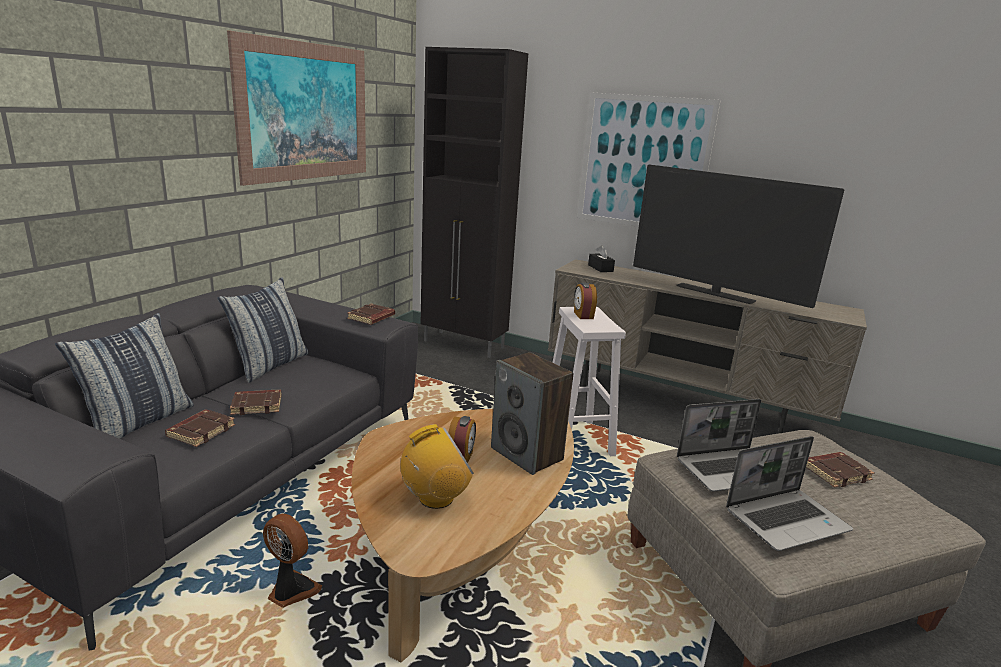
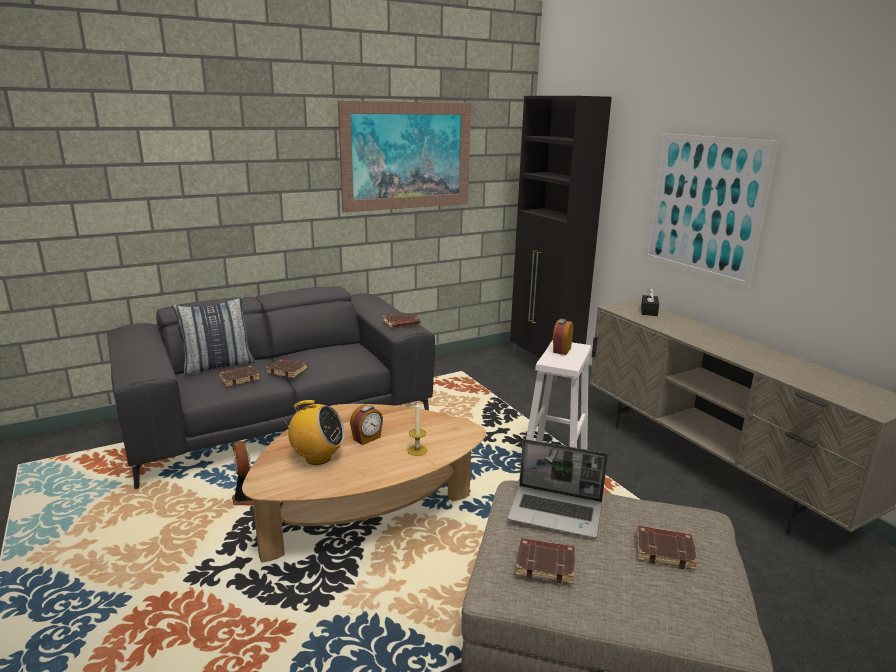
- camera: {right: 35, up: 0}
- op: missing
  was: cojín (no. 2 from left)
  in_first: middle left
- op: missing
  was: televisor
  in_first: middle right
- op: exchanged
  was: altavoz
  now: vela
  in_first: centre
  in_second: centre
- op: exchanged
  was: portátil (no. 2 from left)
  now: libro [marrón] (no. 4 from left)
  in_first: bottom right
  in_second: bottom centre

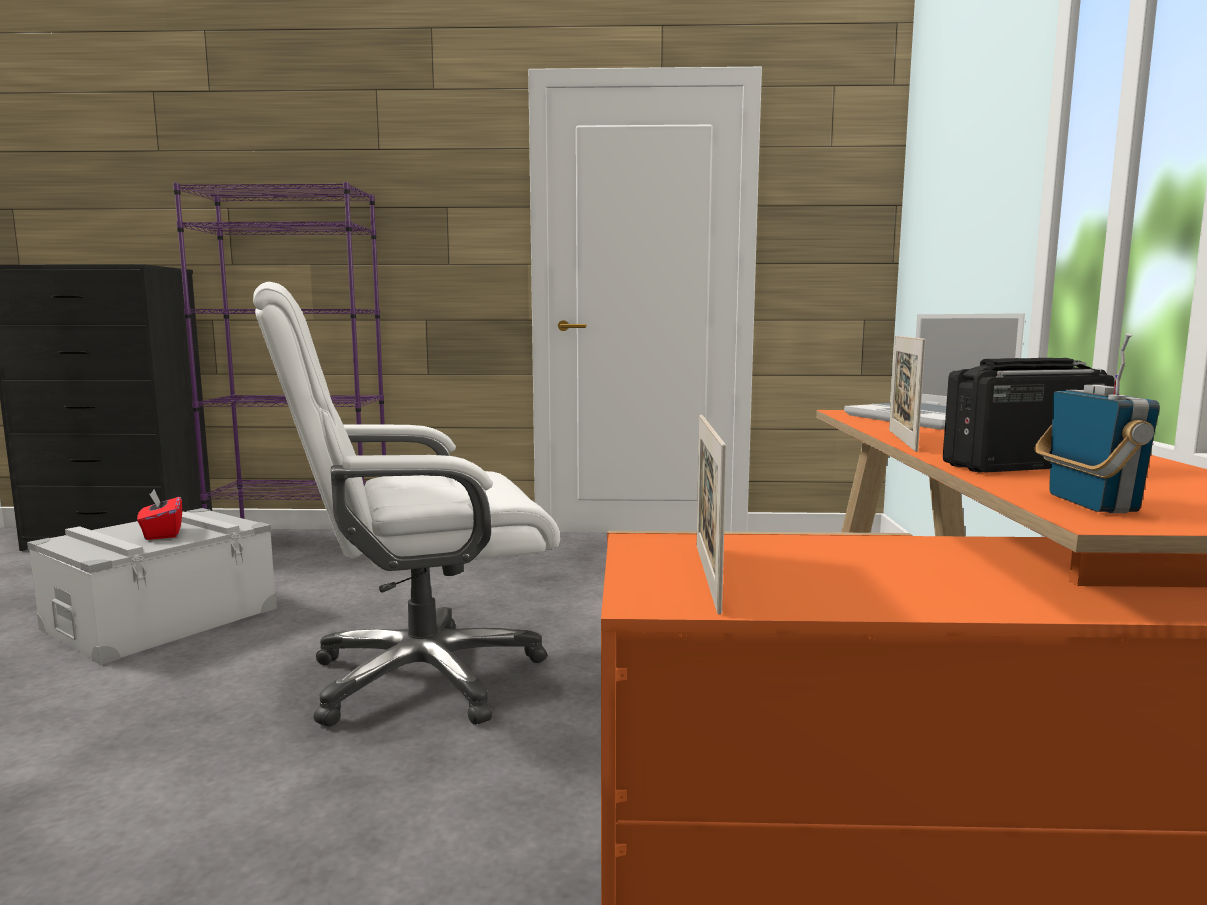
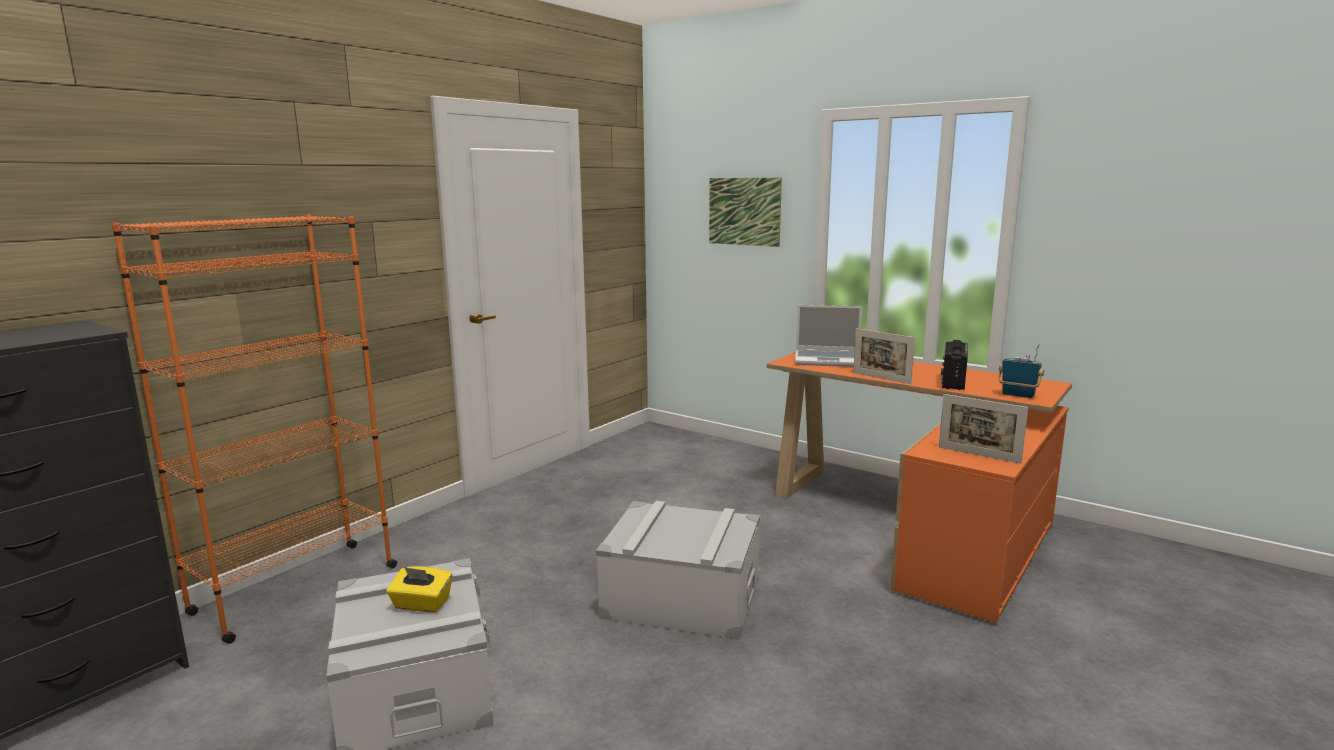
- camera: {right: -55, up: 5}
- op: appeared
  now: cuadro
  in_second: top centre
- op: exchanged
  was: silla de oficina [blanco]
  now: caja de almacenaje [gris] (no. 2 from left)
  in_first: centre
  in_second: bottom centre
- op: colour
  was: caja de pañuelos [rojo]
  now: caja de pañuelos [amarillo]
  in_first: middle left
  in_second: bottom left
- op: colour
  was: estantería [morado]
  now: estantería [naranja]
  in_first: middle left
  in_second: middle left

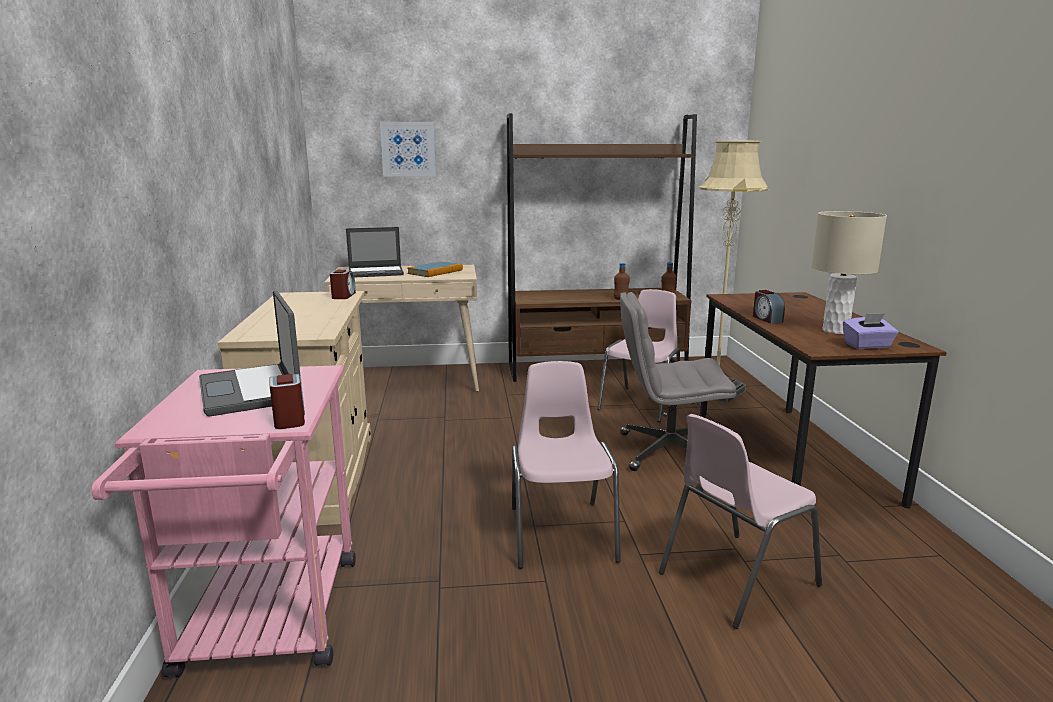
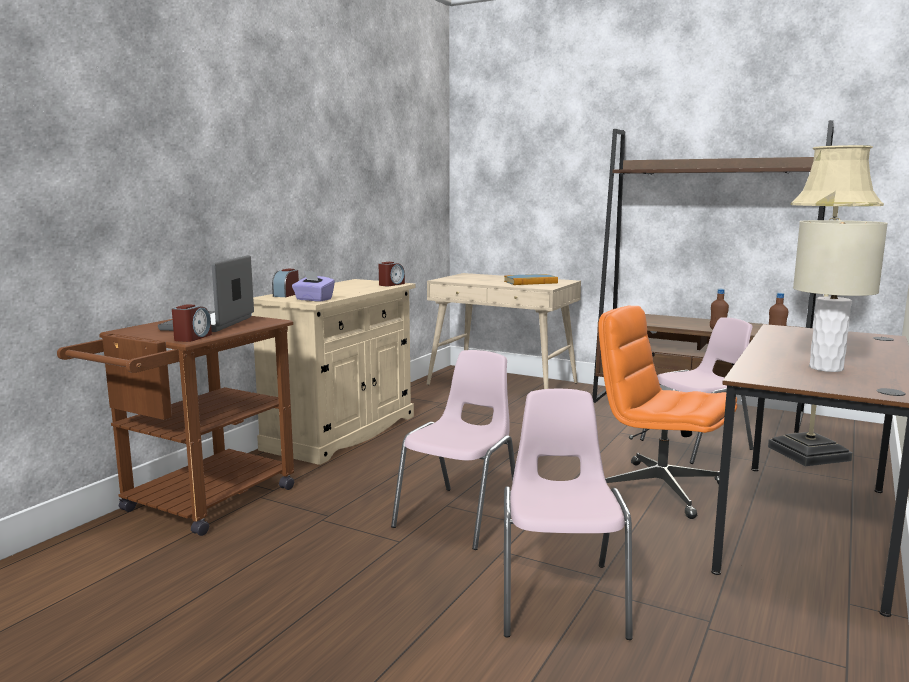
- camera: {right: 35, up: -5}
- op: missing
  was: portátil (no. 2 from left)
  in_first: centre
- op: missing
  was: cuadro
  in_first: top centre
- op: relocated
  was: despertador (no. 3 from left in the first image)
  now: despertador (no. 2 from left)
  in_first: middle right
  in_second: middle left
- op: relocated
  was: caja de pañuelos [morado]
  in_first: middle right
  in_second: centre
- op: colour
  was: carrito [rosa]
  now: carrito [marrón]
  in_first: bottom left
  in_second: middle left
- op: colour
  was: silla de oficina [gris]
  now: silla de oficina [naranja]
  in_first: centre
  in_second: middle right
- op: spun
  was: silla [rosa] (no. 3 from left in the first image)
  in_first: bottom right
  in_second: bottom centre
  clockwise: 90

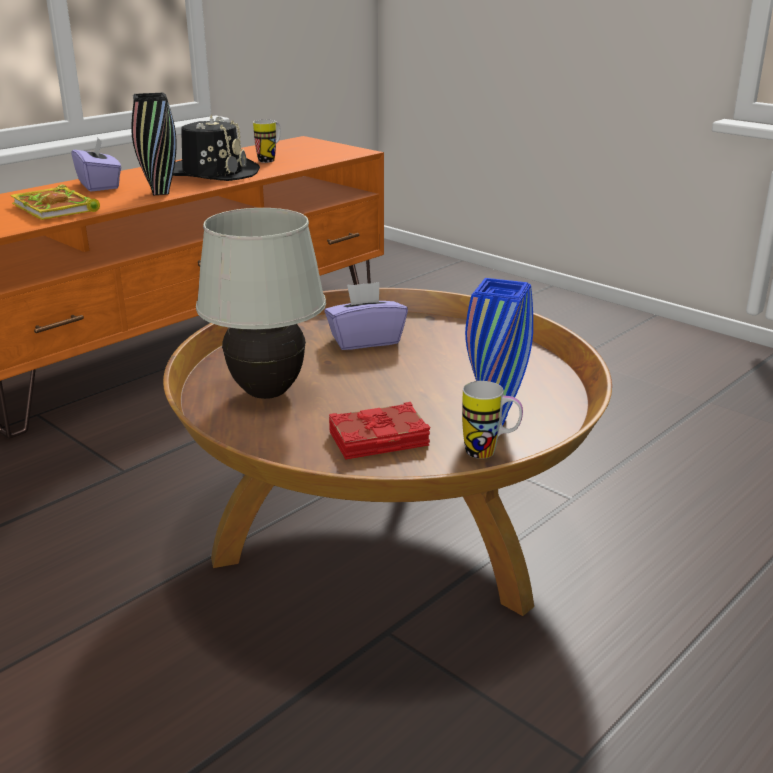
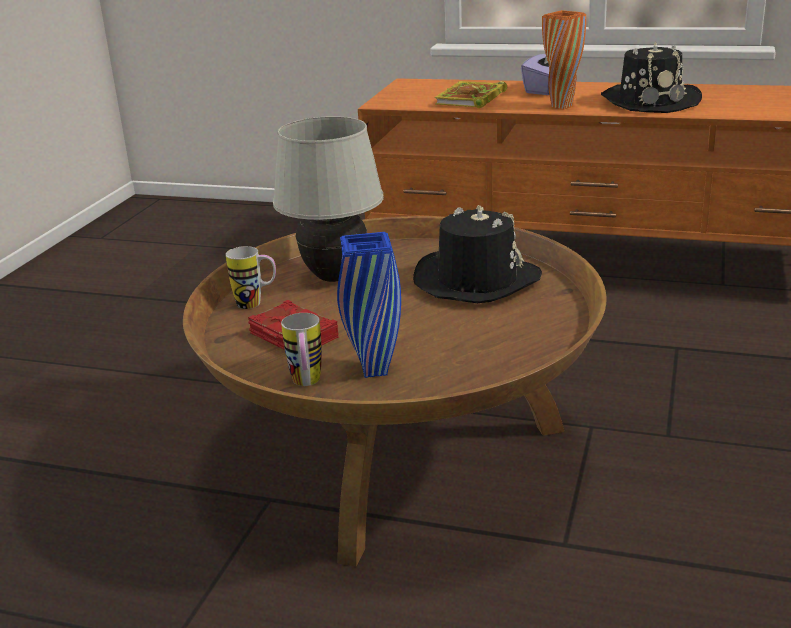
- camera: {right: 65, up: 0}
- op: relocated
  was: taza grande (no. 1 from left)
  in_first: top centre
  in_second: middle left
- op: exchanged
  was: caja de pañuelos [morado] (no. 2 from left)
  now: sombrero [negro] (no. 1 from left)
  in_first: centre
  in_second: centre
- op: colour
  was: florero [negro]
  now: florero [naranja]
  in_first: top left
  in_second: top right

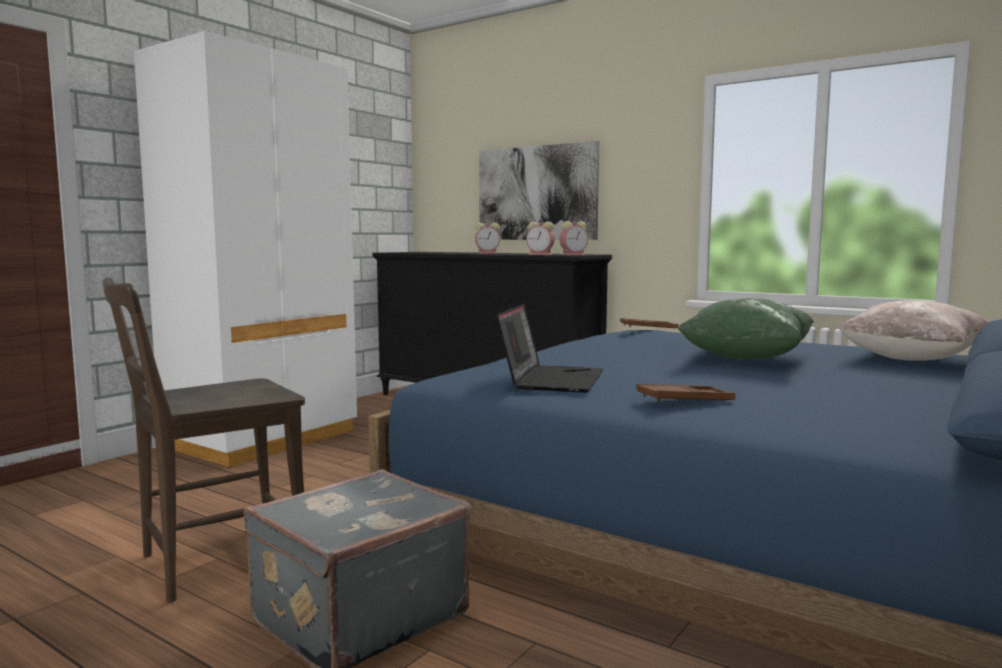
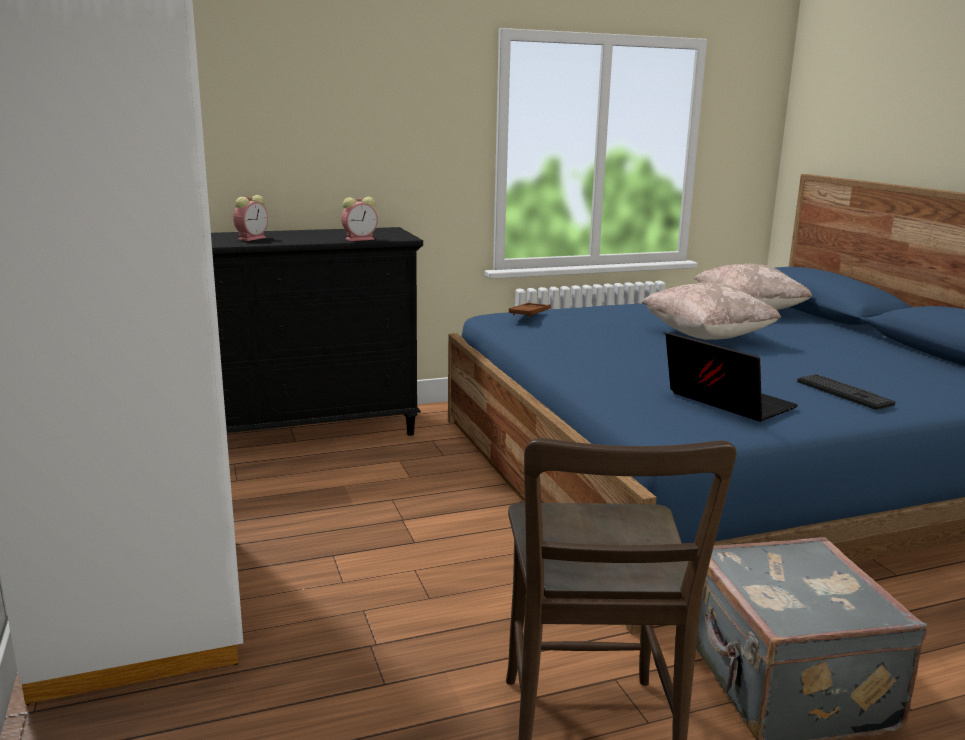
- camera: {right: -55, up: 10}
- op: missing
  was: cuadro
  in_first: top centre
- op: missing
  was: despertador (no. 3 from left)
  in_first: centre
- op: exchanged
  was: bandeja [marrón] (no. 2 from left)
  now: teclado
  in_first: middle right
  in_second: middle right
- op: colour
  was: cojín [verde]
  now: cojín [beis] (no. 1 from left)
  in_first: middle right
  in_second: middle right

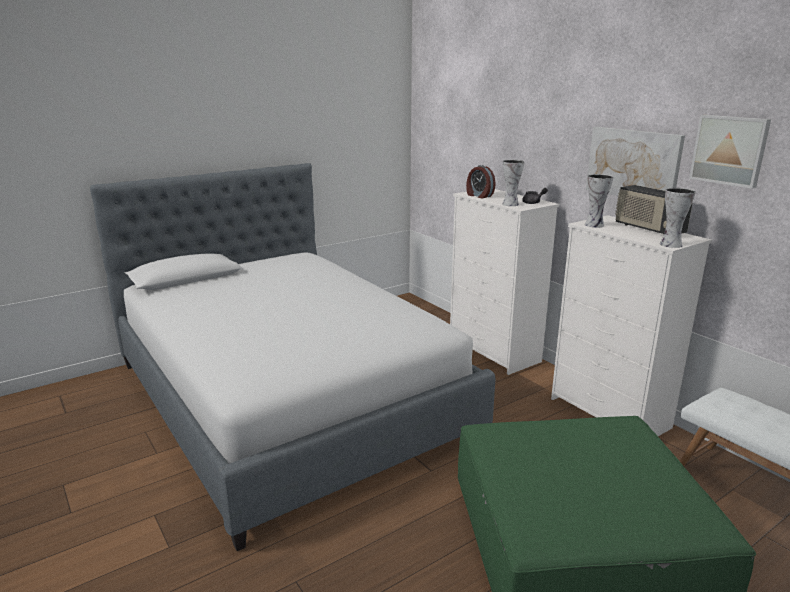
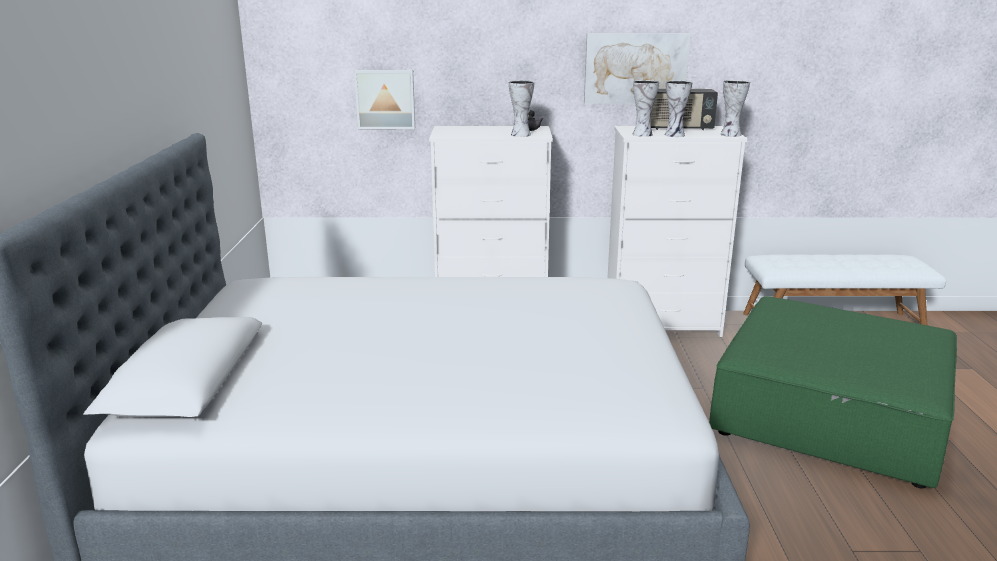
- camera: {right: -55, up: 0}
- op: missing
  was: despertador
  in_first: top centre
- op: appeared
  now: florero (no. 3 from left)
  in_second: top right
- op: relocated
  was: cuadro (no. 2 from left in the first image)
  now: cuadro (no. 1 from left)
  in_first: top right
  in_second: top centre

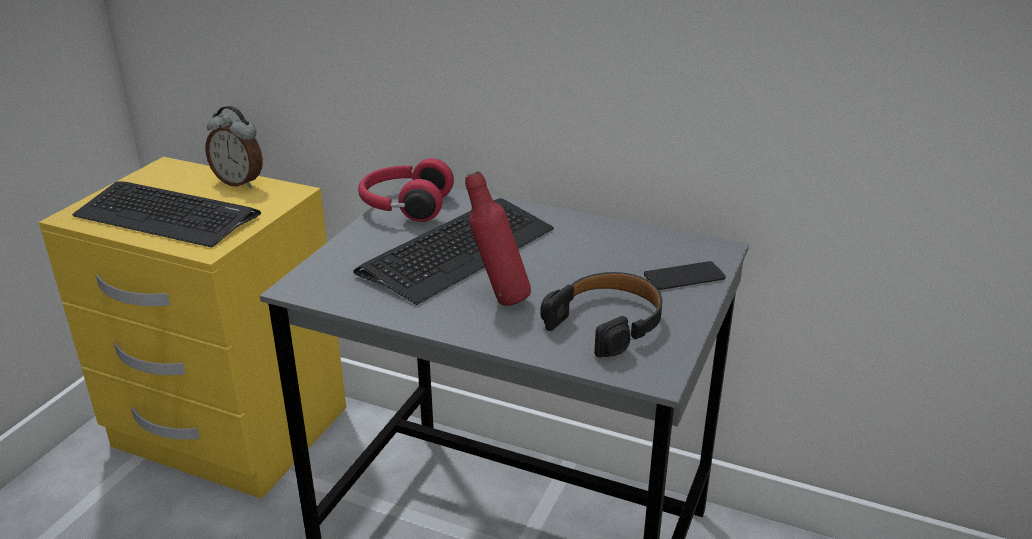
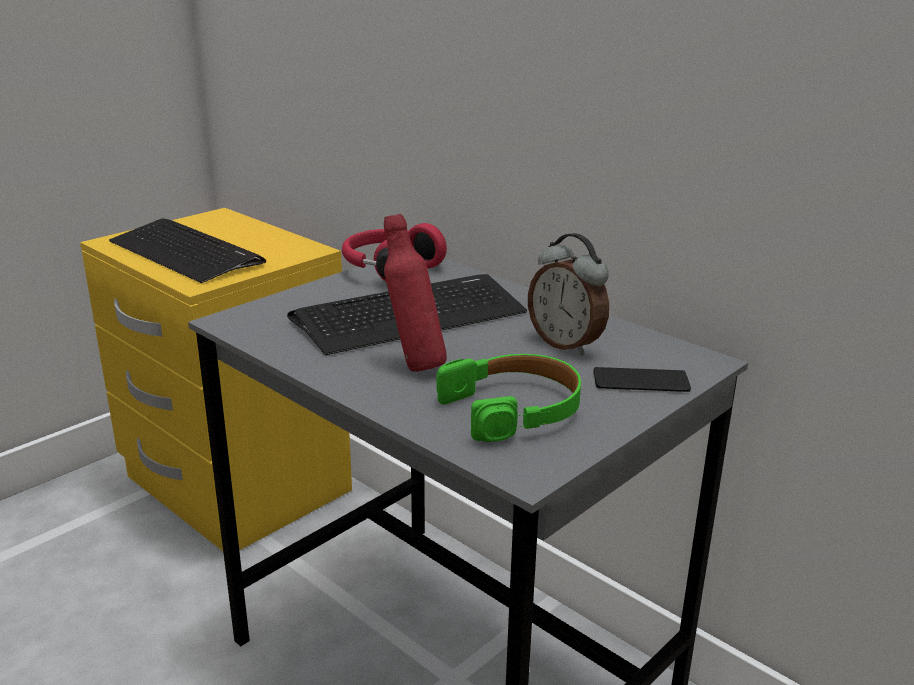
- camera: {right: 20, up: -5}
- op: relocated
  was: despertador
  in_first: top left
  in_second: centre
- op: colour
  was: auriculares [negro]
  now: auriculares [verde]
  in_first: centre
  in_second: centre

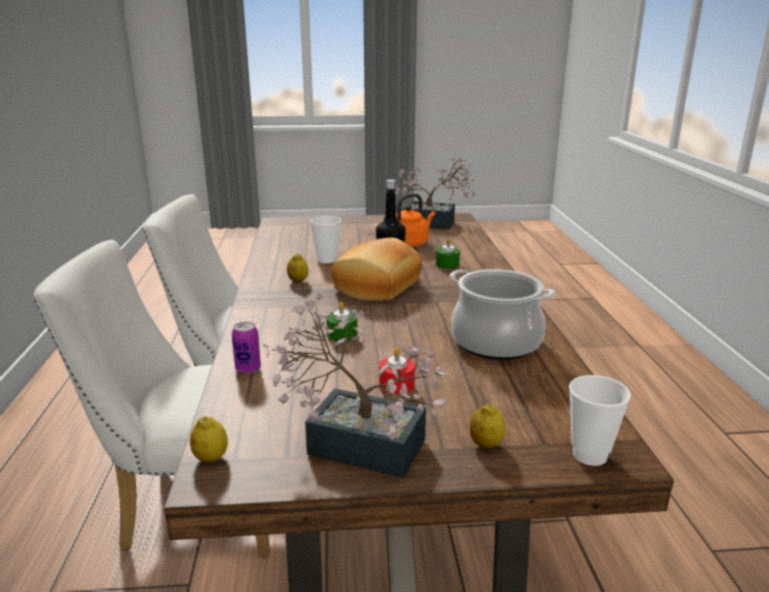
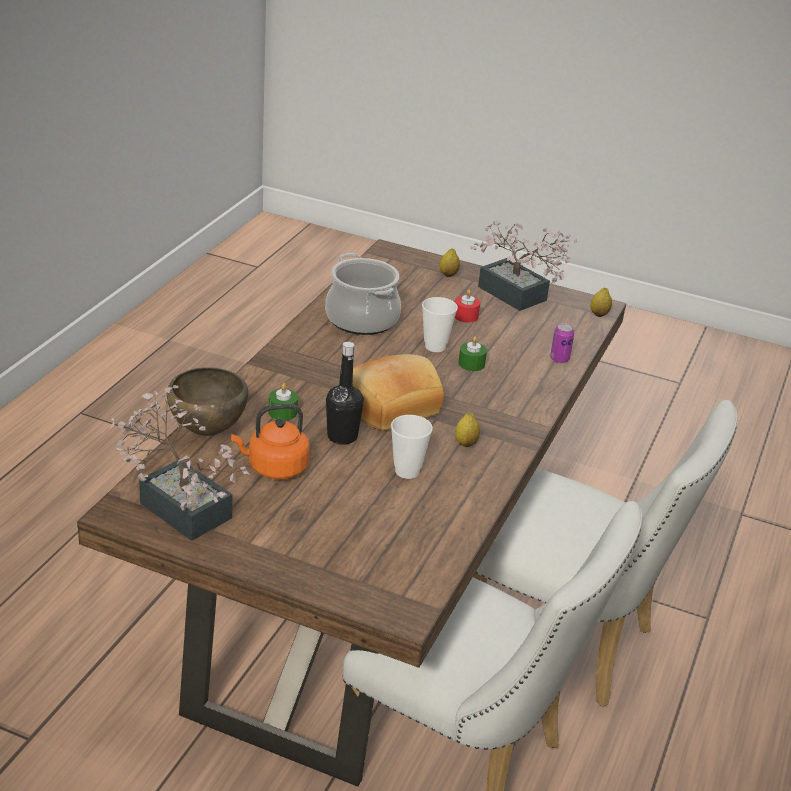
- camera: {right: -155, up: 10}
- op: appeared
  now: cuenco [marrón]
  in_second: middle left
- op: relocated
  was: taza (no. 2 from left)
  in_first: bottom right
  in_second: centre

